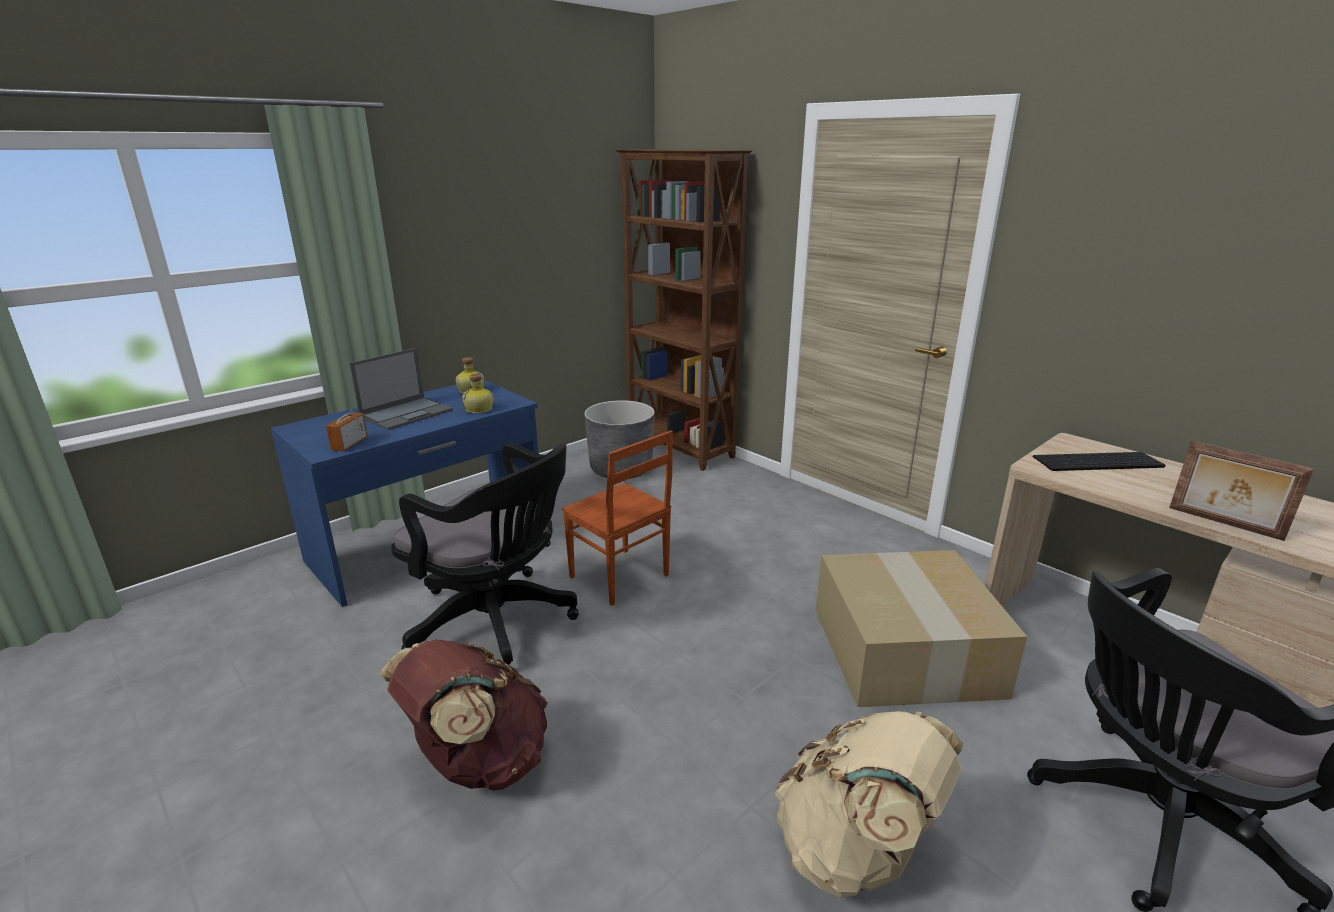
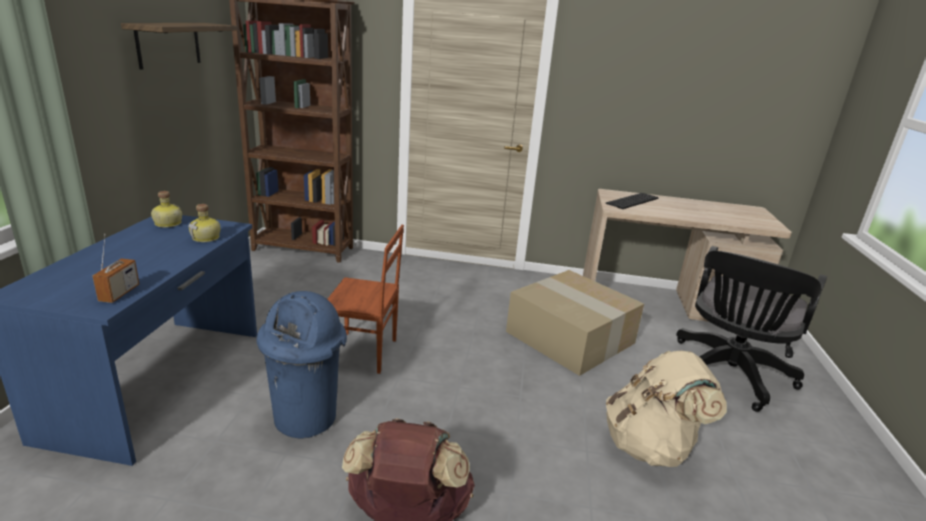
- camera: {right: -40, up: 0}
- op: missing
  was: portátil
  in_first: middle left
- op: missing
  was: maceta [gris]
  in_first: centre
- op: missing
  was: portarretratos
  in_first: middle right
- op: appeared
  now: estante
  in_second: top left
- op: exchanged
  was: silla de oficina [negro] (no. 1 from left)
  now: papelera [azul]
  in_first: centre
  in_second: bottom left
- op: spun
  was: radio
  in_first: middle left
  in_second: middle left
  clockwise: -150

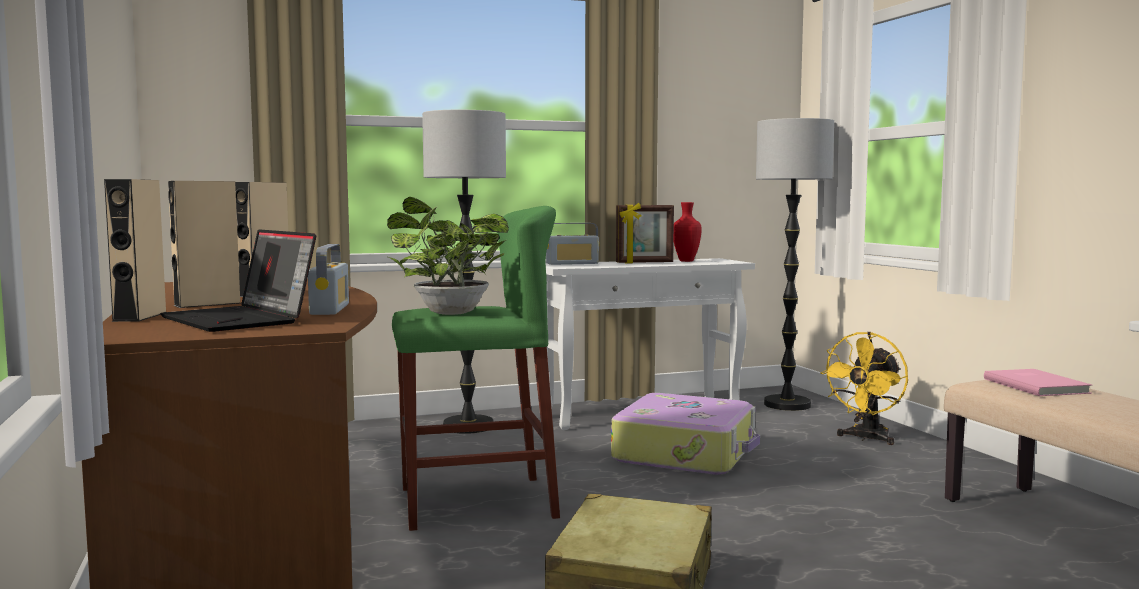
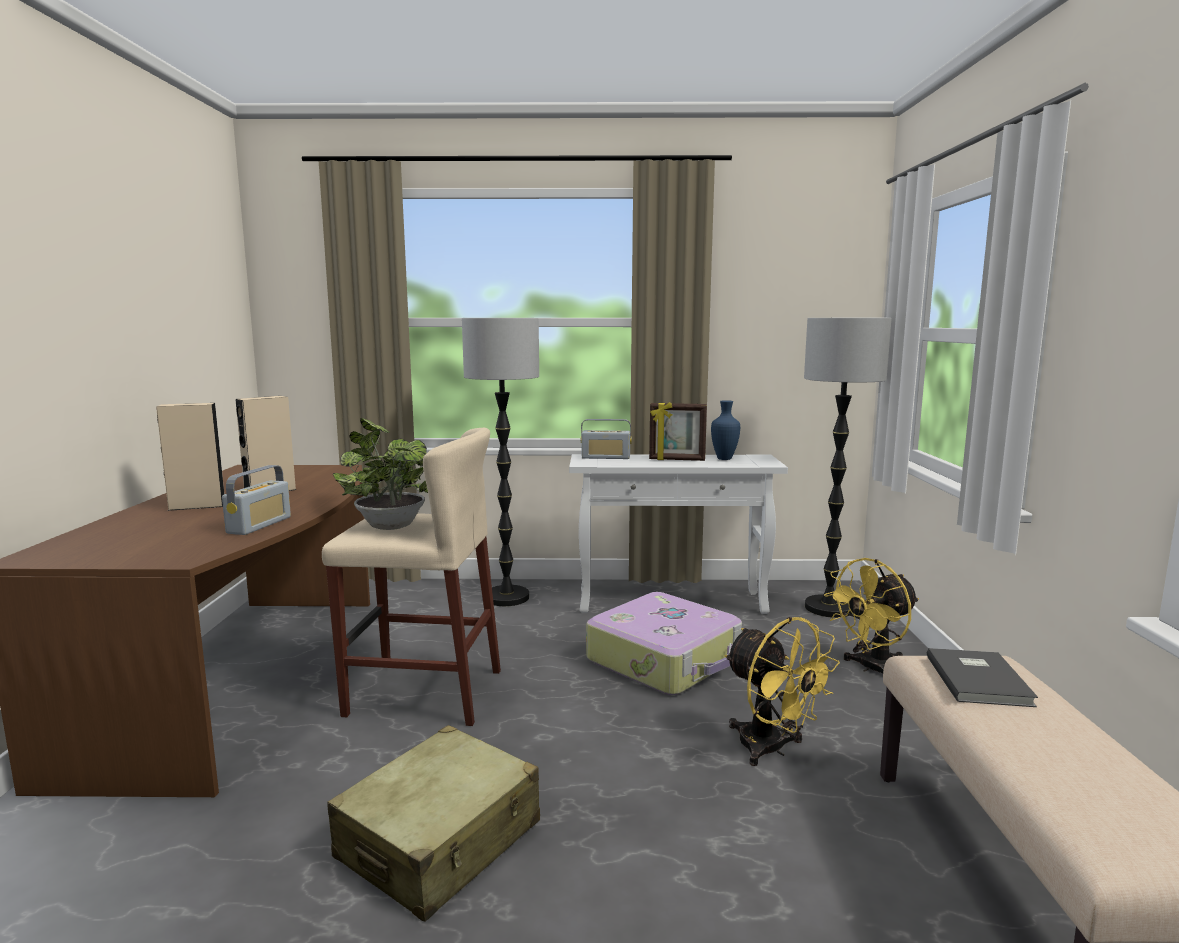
- camera: {right: 20, up: 5}
- op: missing
  was: altavoz [beis] (no. 1 from left)
  in_first: middle left
- op: missing
  was: portátil
  in_first: middle left
- op: appeared
  now: ventilador [amarillo] (no. 1 from left)
  in_second: bottom centre
- op: colour
  was: taburete [verde]
  now: taburete [beis]
  in_first: centre
  in_second: centre
- op: colour
  was: florero [rojo]
  now: florero [azul]
  in_first: centre
  in_second: centre
- op: colour
  was: libro [rosa]
  now: libro [gris]
  in_first: middle right
  in_second: bottom right

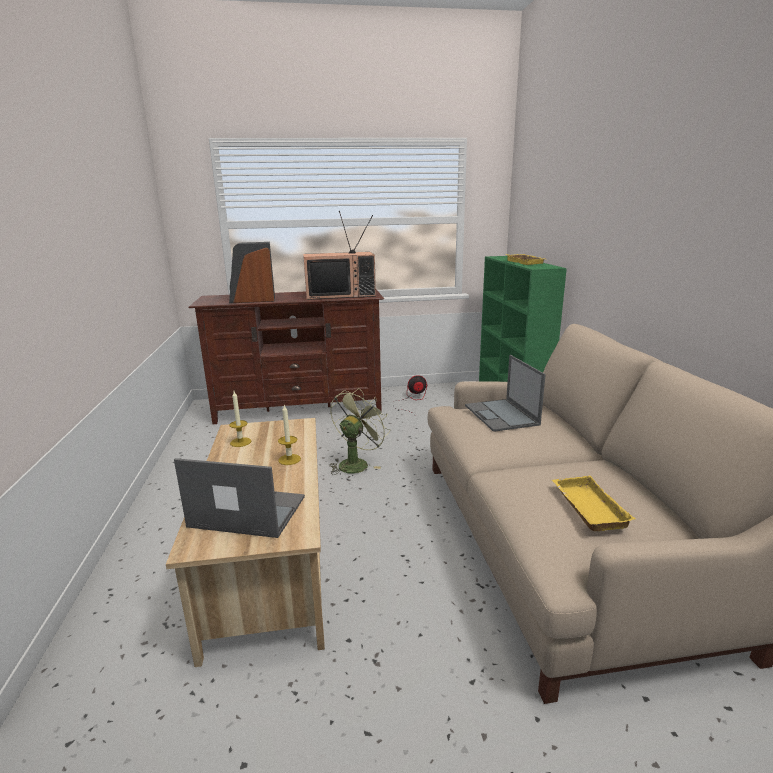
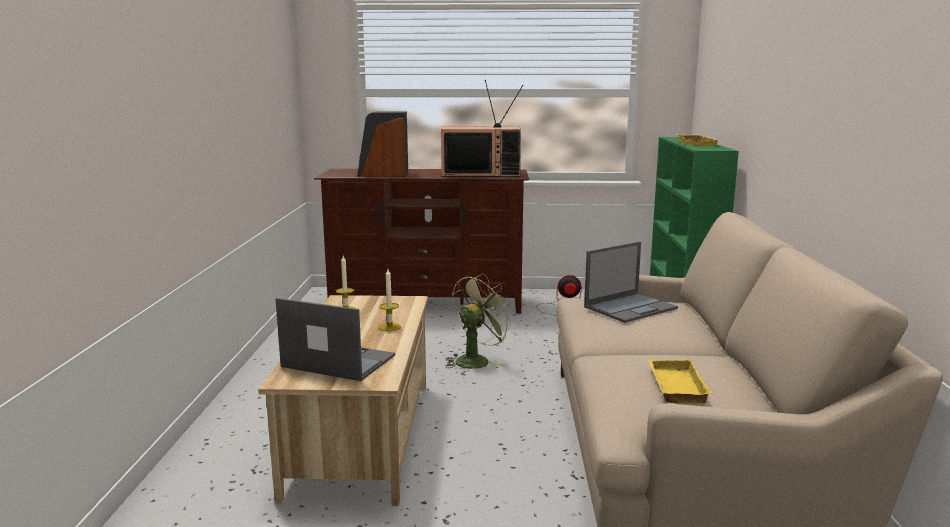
- camera: {right: 10, up: -5}
- op: spun
  was: portátil (no. 2 from left)
  in_first: centre
  in_second: centre
  clockwise: -120

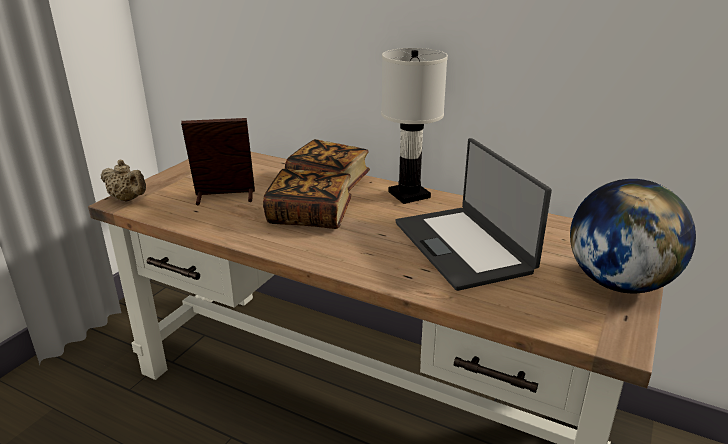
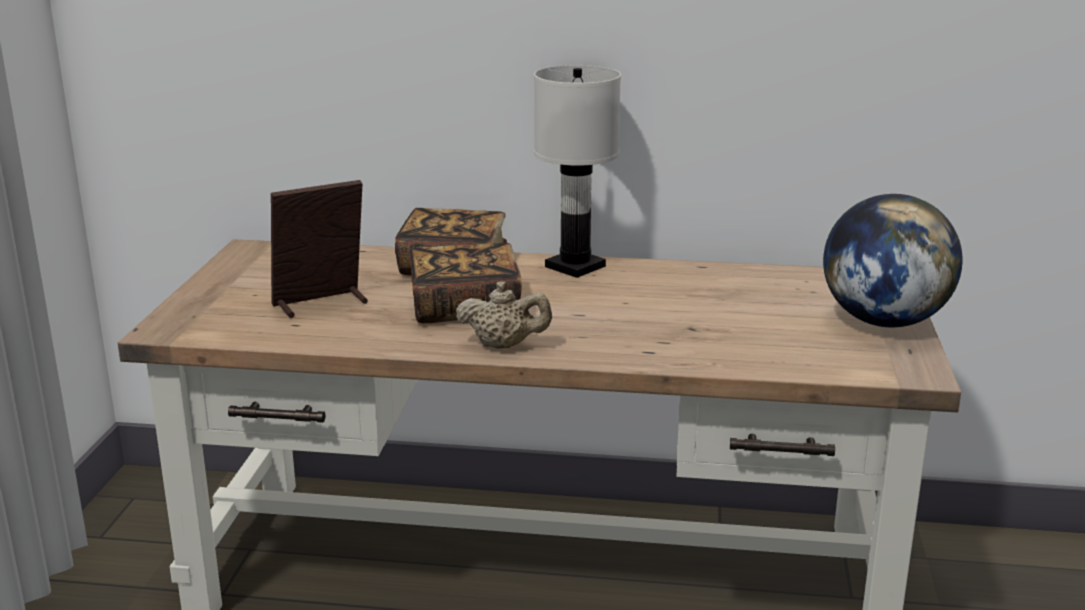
- camera: {right: -20, up: -5}
- op: missing
  was: portátil
  in_first: centre
- op: relocated
  was: tetera [beis]
  in_first: middle left
  in_second: centre

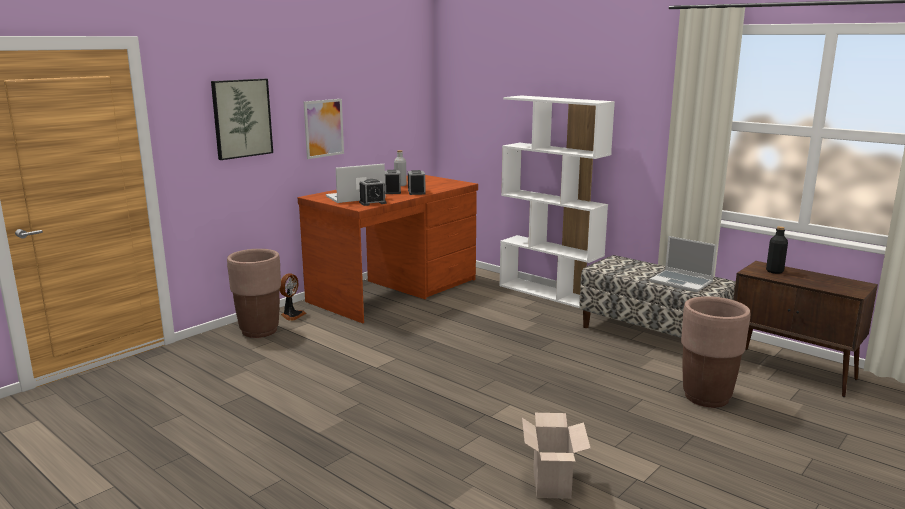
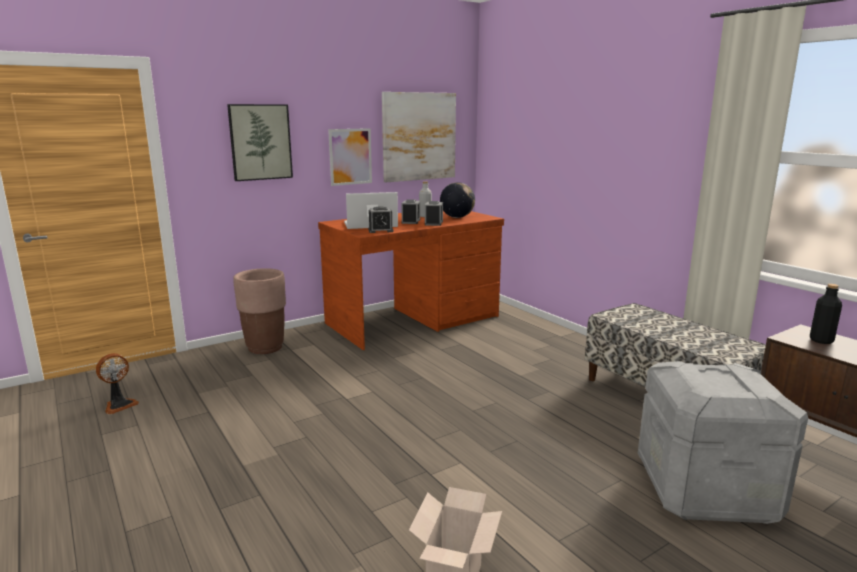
- camera: {right: 15, up: 0}
- op: missing
  was: estantería [blanco]
  in_first: centre
- op: missing
  was: portátil (no. 2 from left)
  in_first: middle right
- op: appeared
  now: cuadro (no. 3 from left)
  in_second: top centre
- op: appeared
  now: globo terráqueo
  in_second: centre
- op: relocated
  was: ventilador
  in_first: middle left
  in_second: bottom left
- op: exchanged
  was: maceta [marrón] (no. 2 from left)
  now: caja de almacenaje [gris]
  in_first: bottom right
  in_second: bottom right

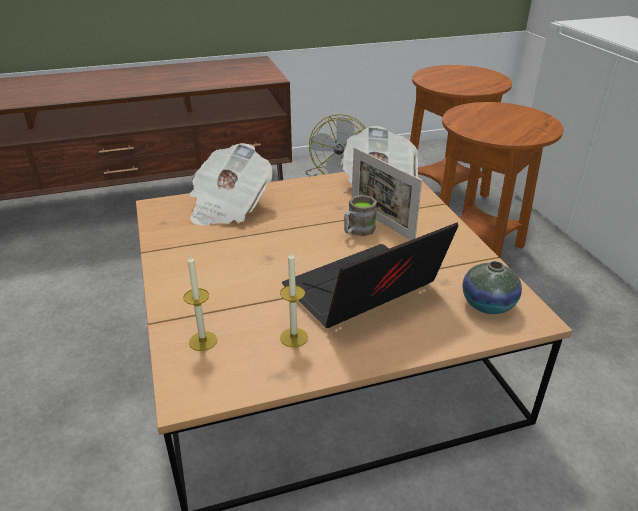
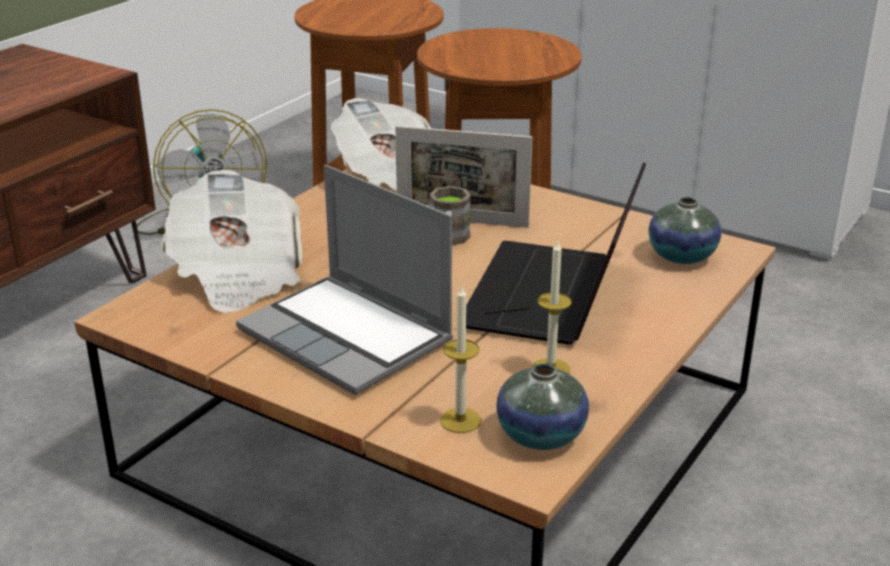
- camera: {right: -40, up: -5}
- op: appeared
  now: portátil (no. 1 from left)
  in_second: centre
- op: appeared
  now: florero (no. 1 from left)
  in_second: bottom centre

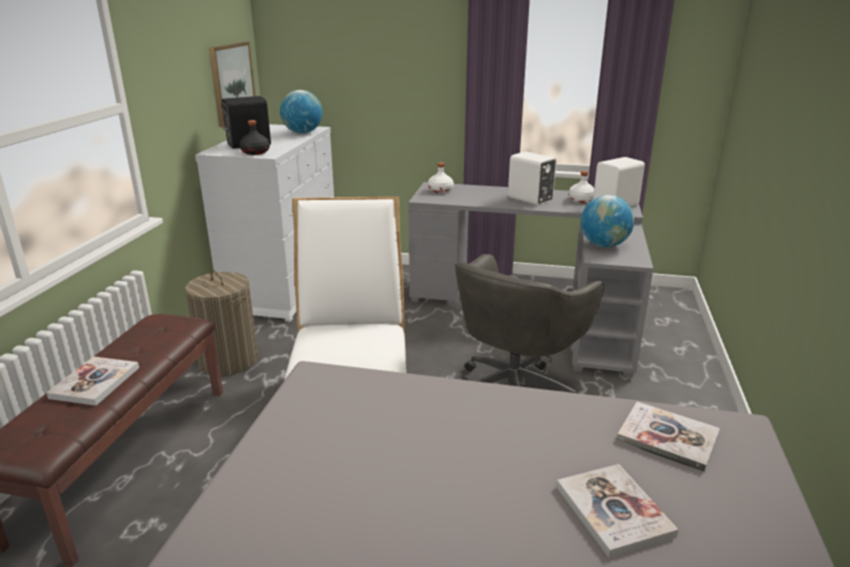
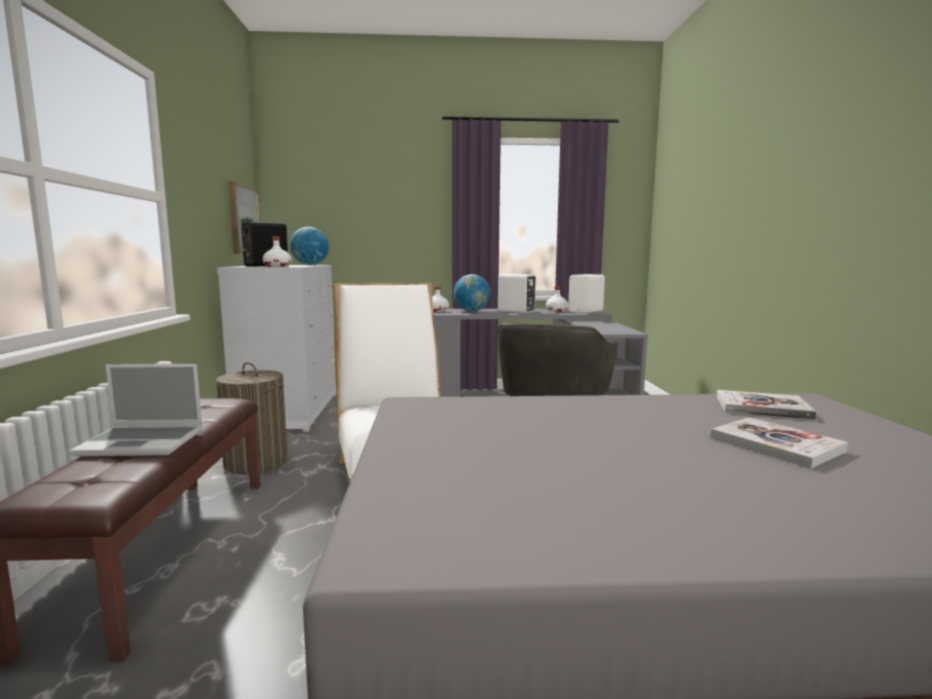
- camera: {right: -15, up: -15}
- op: relocated
  was: globo terráqueo (no. 2 from left)
  in_first: middle right
  in_second: centre
- op: exchanged
  was: libro (no. 1 from left)
  now: portátil
  in_first: bottom left
  in_second: middle left
- op: colour
  was: botella [negro]
  now: botella [blanco] (no. 1 from left)
  in_first: top left
  in_second: middle left

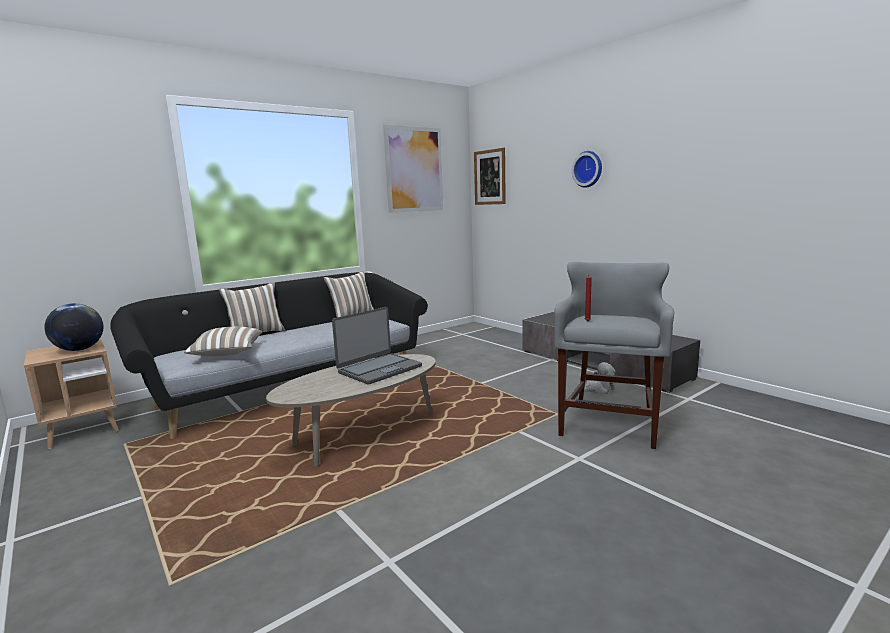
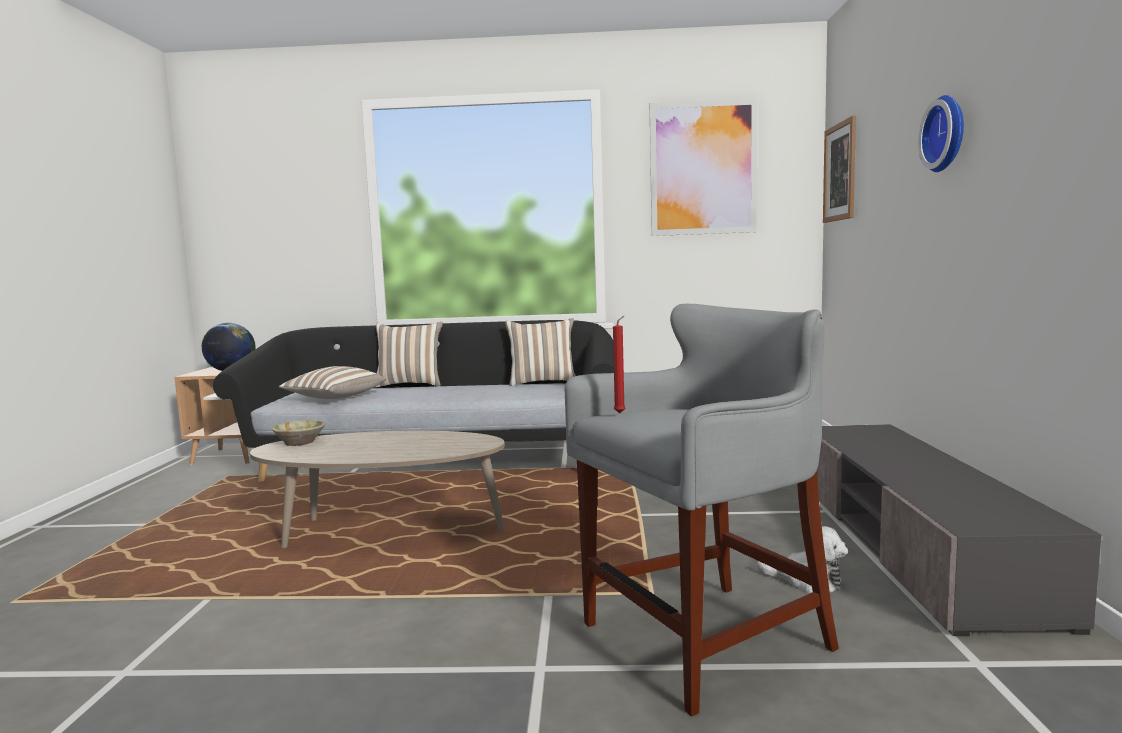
- camera: {right: 40, up: -5}
- op: missing
  was: portátil
  in_first: centre
- op: appeared
  now: cuenco [beis]
  in_second: middle left

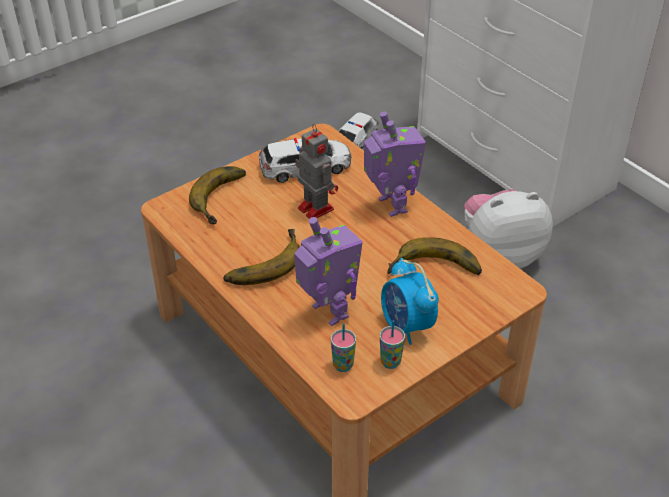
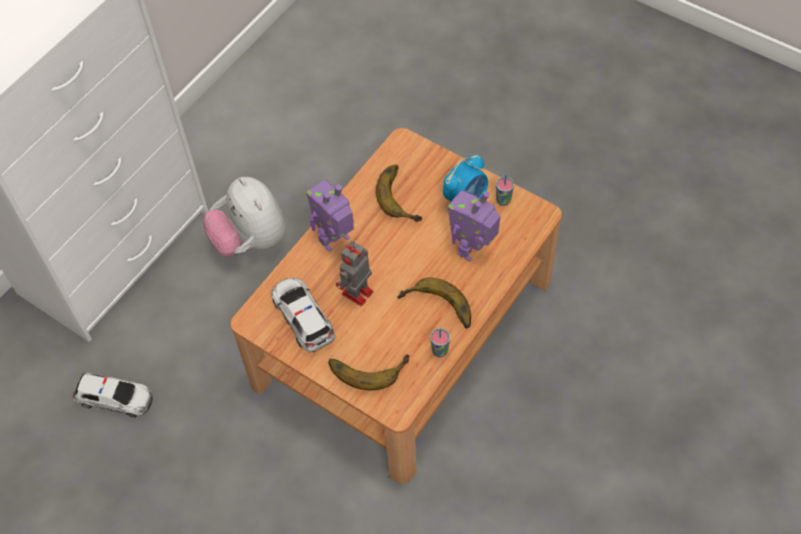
- camera: {right: -105, up: 15}
- op: relocated
  was: taza (no. 1 from left)
  in_first: bottom centre
  in_second: centre

